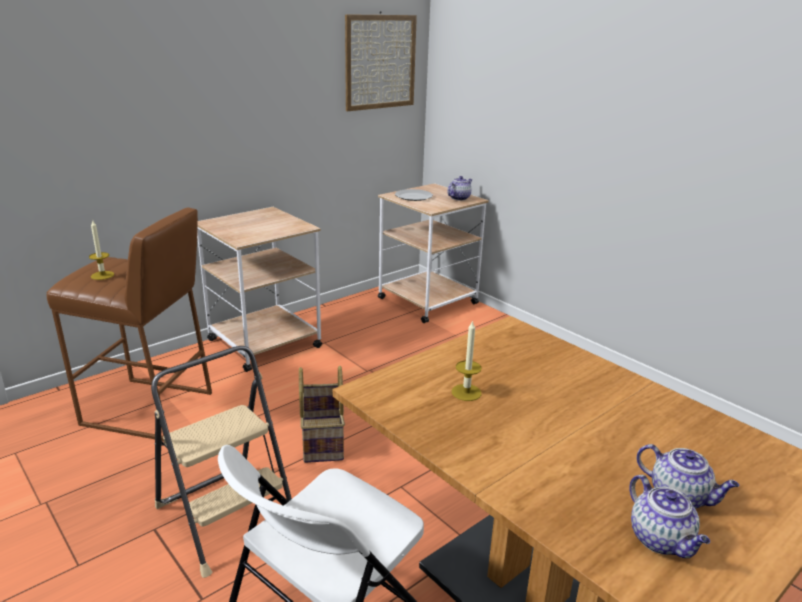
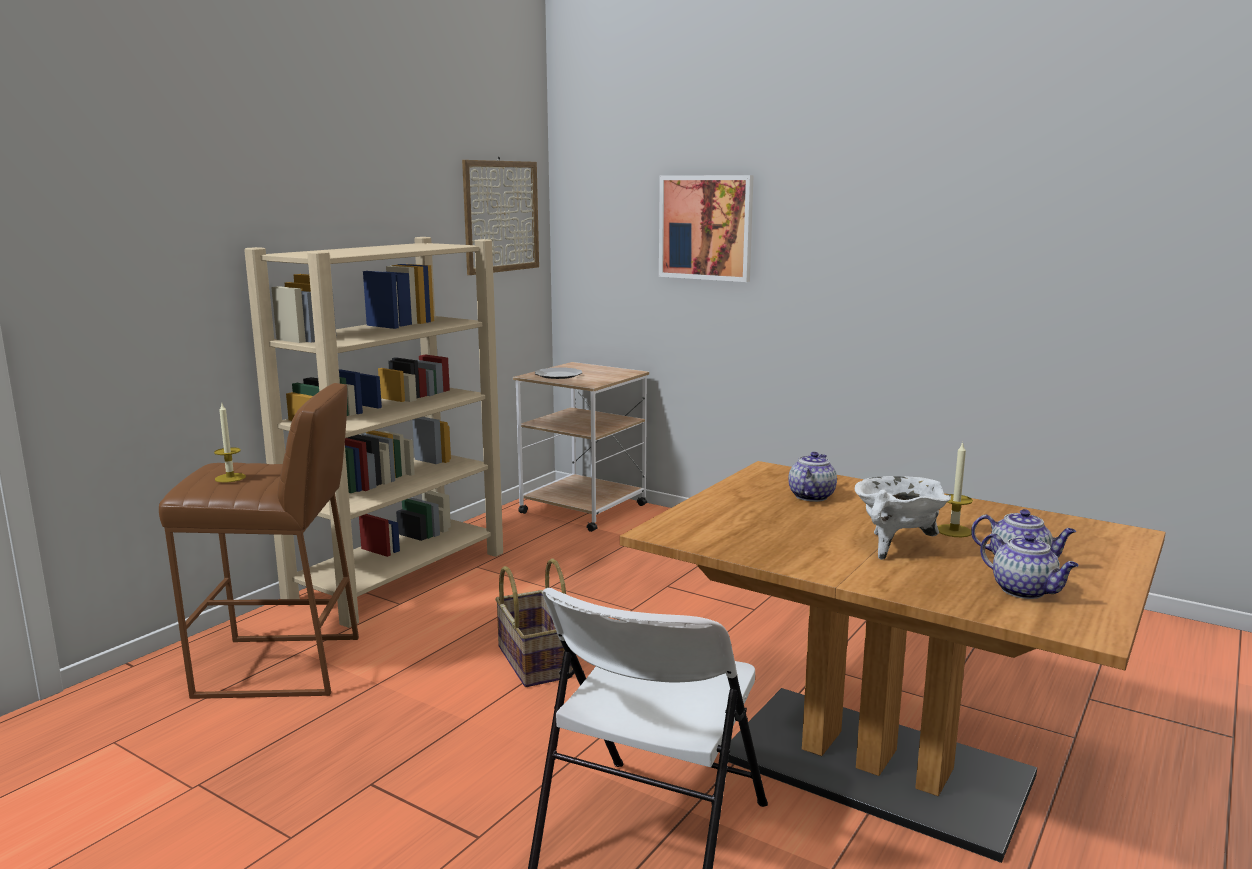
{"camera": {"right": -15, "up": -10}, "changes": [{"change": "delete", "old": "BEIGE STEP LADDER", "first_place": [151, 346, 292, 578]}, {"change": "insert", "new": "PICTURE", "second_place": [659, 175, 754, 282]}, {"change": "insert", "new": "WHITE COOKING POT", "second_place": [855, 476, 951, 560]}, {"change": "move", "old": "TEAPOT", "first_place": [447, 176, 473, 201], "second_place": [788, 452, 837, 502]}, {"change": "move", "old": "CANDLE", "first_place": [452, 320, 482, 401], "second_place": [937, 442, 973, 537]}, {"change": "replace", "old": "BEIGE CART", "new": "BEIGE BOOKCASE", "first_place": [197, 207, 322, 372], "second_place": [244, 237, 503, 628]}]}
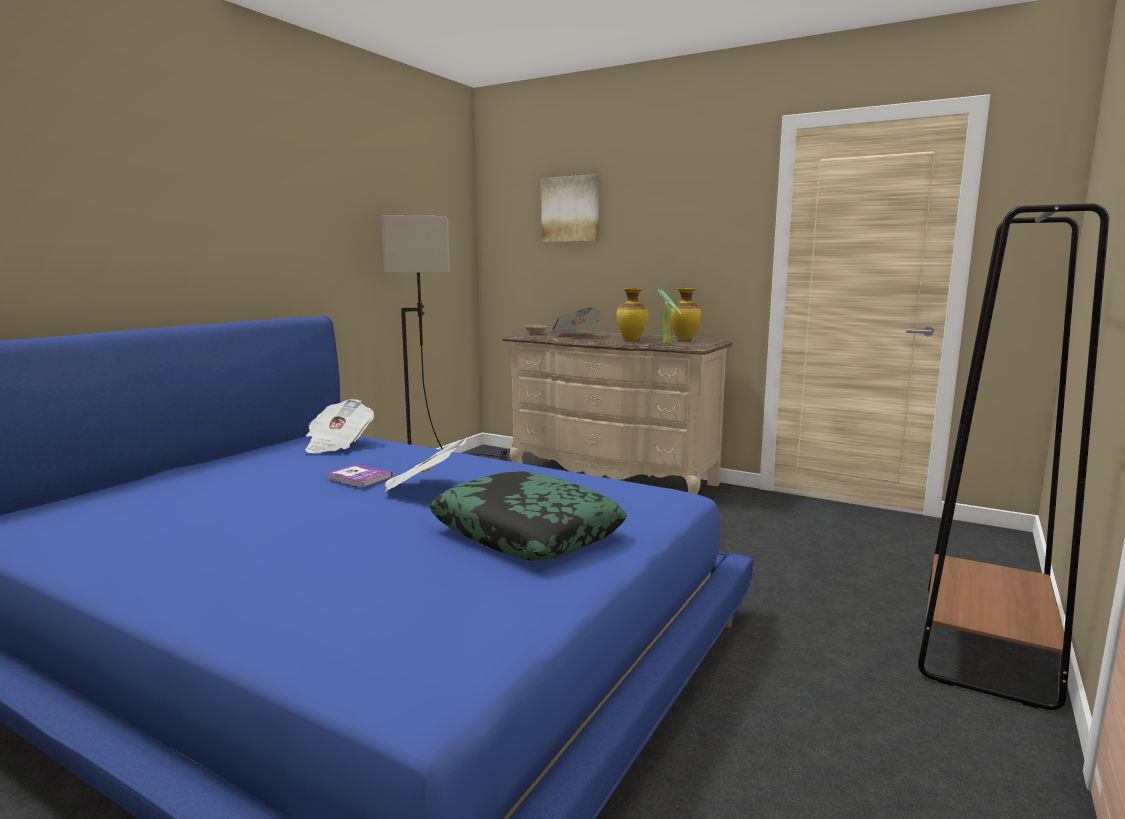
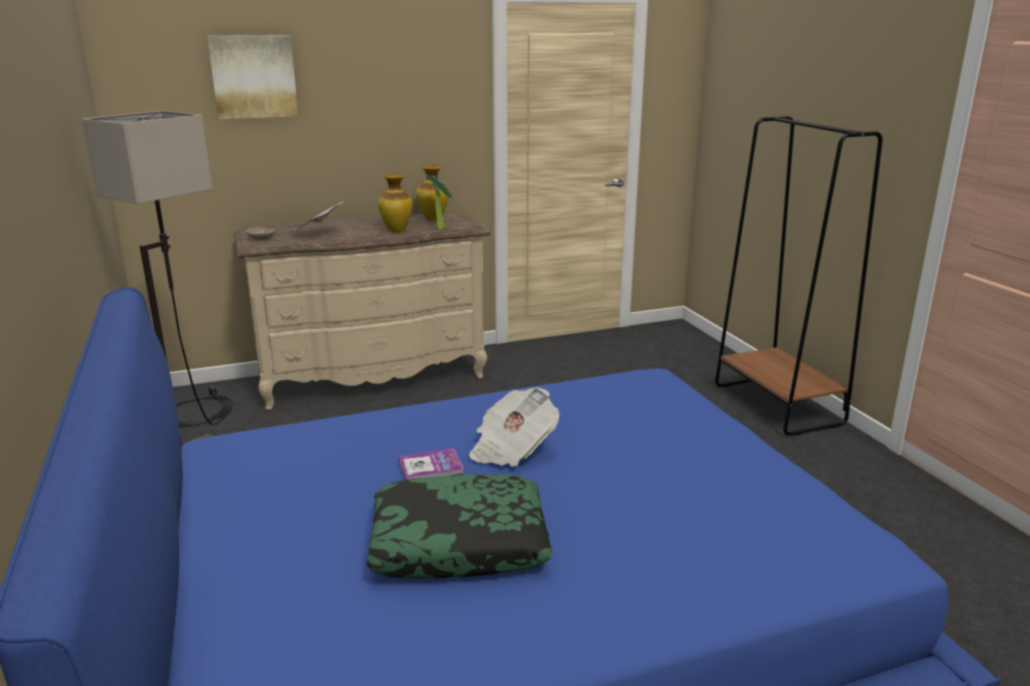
{"camera": {"right": -50, "up": 10}, "changes": [{"change": "delete", "old": "NEWSPAPER", "first_place": [305, 399, 374, 453]}, {"change": "move", "old": "PILLOW", "first_place": [429, 471, 627, 561], "second_place": [366, 474, 553, 578]}]}
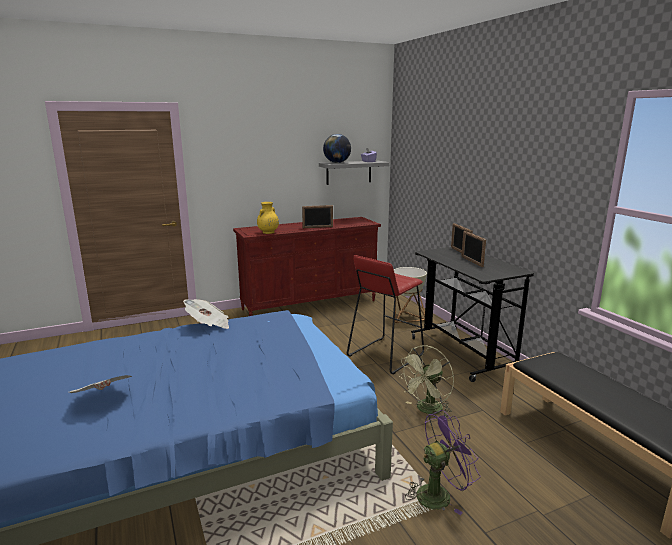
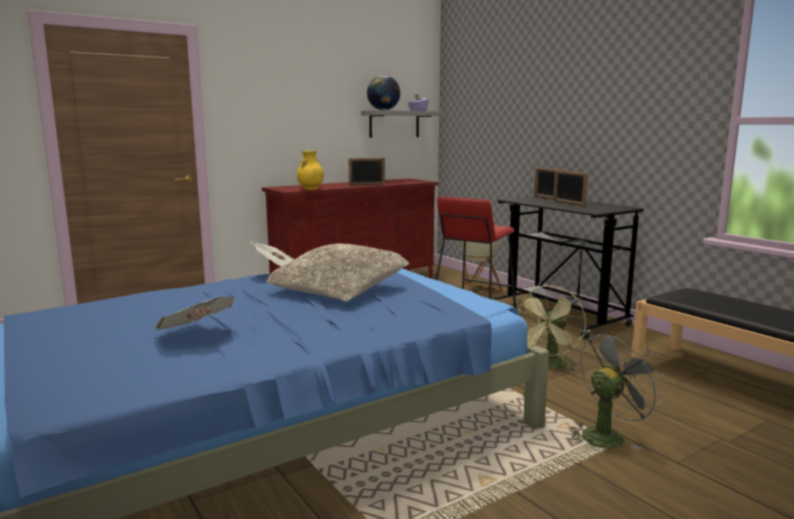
{"camera": {"right": -10, "up": -5}, "changes": [{"change": "insert", "new": "BEIGE PILLOW", "second_place": [267, 243, 409, 302]}, {"change": "recolor", "old": "PURPLE FAN", "new": "GREY FAN", "first_place": [405, 410, 481, 515], "second_place": [569, 332, 664, 450]}]}
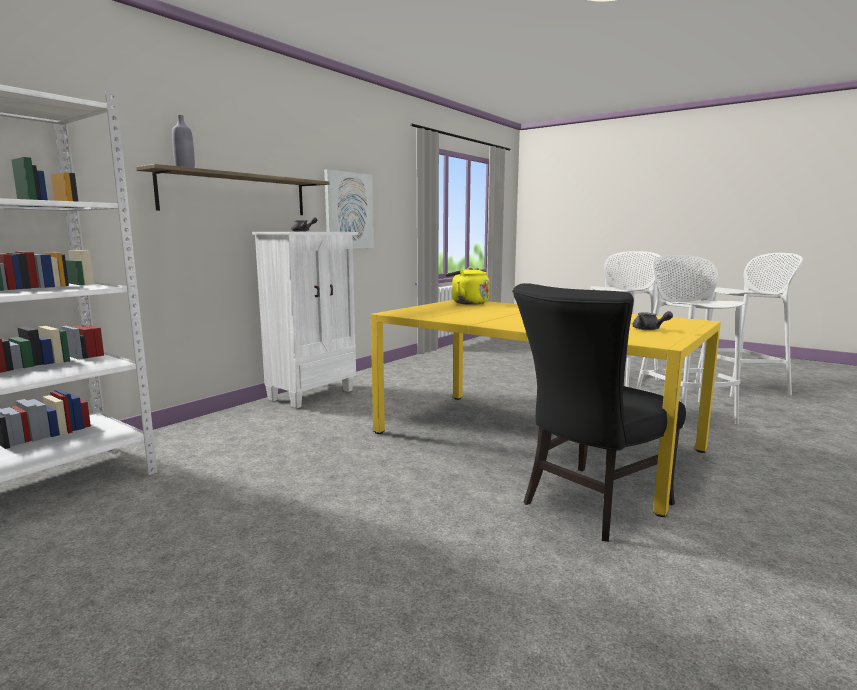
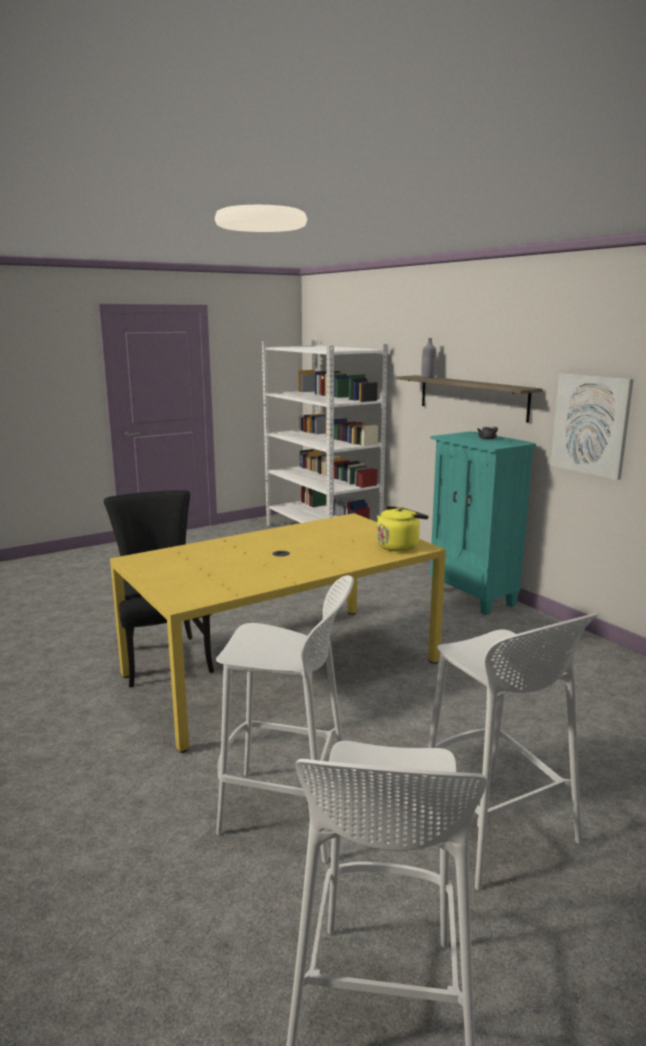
{"camera": {"right": 110, "up": 5}, "changes": [{"change": "delete", "old": "GREY TEAPOT", "first_place": [633, 311, 673, 330]}, {"change": "recolor", "old": "WHITE CABINET", "new": "TURQUOISE CABINET", "first_place": [252, 232, 358, 408], "second_place": [430, 431, 536, 615]}]}
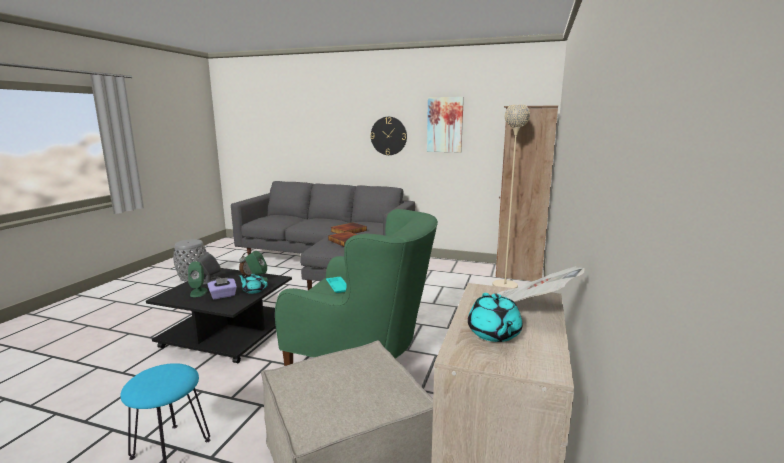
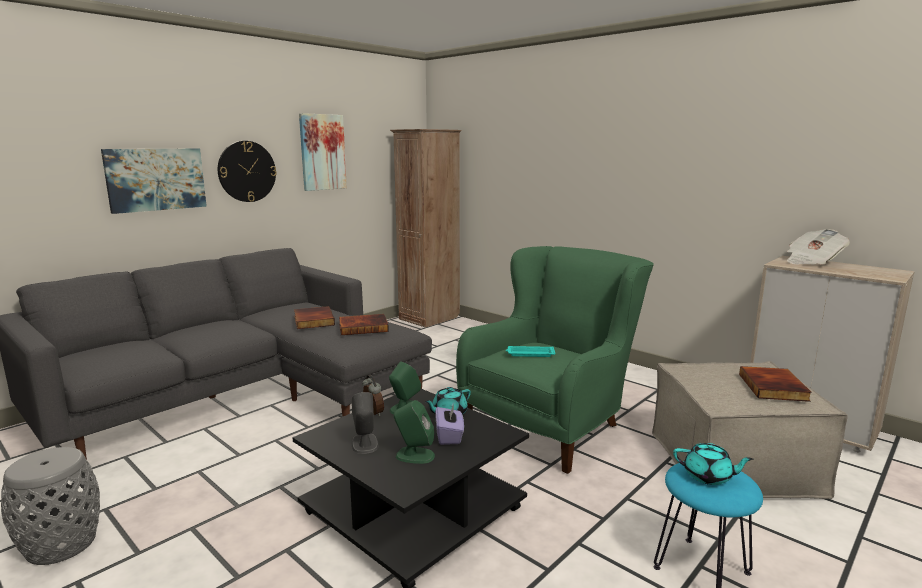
{"camera": {"right": -65, "up": 0}, "changes": [{"change": "delete", "old": "BEIGE FLOOR LAMP", "first_place": [492, 105, 530, 288]}, {"change": "insert", "new": "PICTURE", "second_place": [101, 148, 207, 214]}, {"change": "insert", "new": "BOOK", "second_place": [739, 366, 812, 402]}, {"change": "move", "old": "TURQUOISE TEAPOT", "first_place": [468, 293, 522, 342], "second_place": [673, 443, 753, 485]}]}
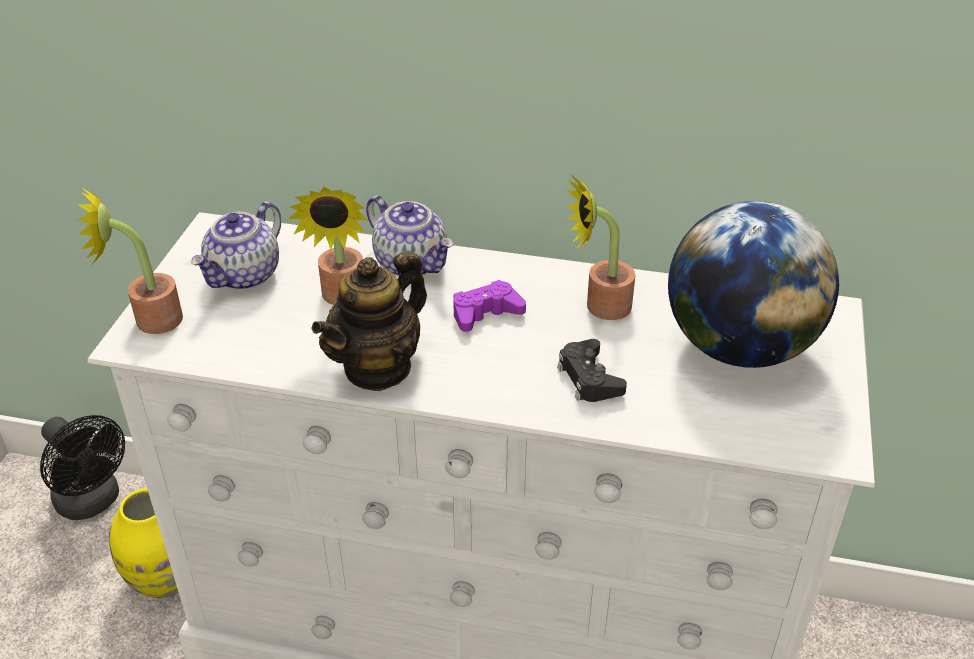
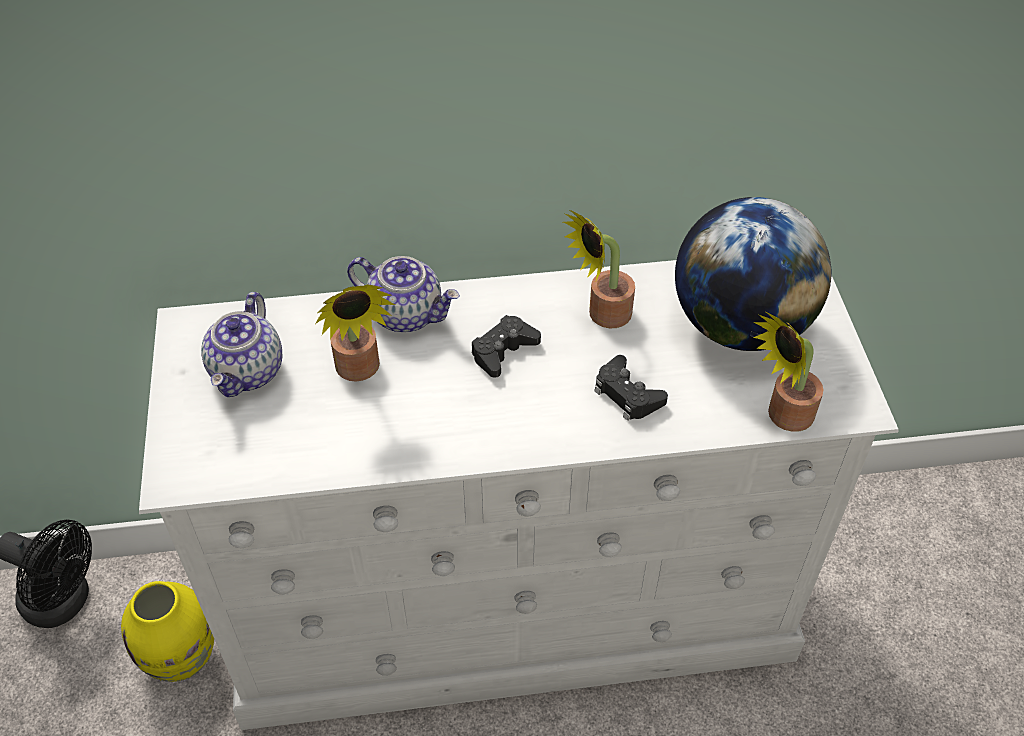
{"camera": {"right": -20, "up": 10}, "changes": [{"change": "delete", "old": "TEAPOT", "first_place": [311, 250, 427, 391]}, {"change": "move", "old": "POTTED PLANT", "first_place": [77, 189, 183, 334], "second_place": [753, 311, 824, 432]}, {"change": "recolor", "old": "PURPLE GAME CONTROLLER", "new": "BLACK GAME CONTROLLER", "first_place": [453, 280, 526, 332], "second_place": [472, 315, 541, 378]}]}
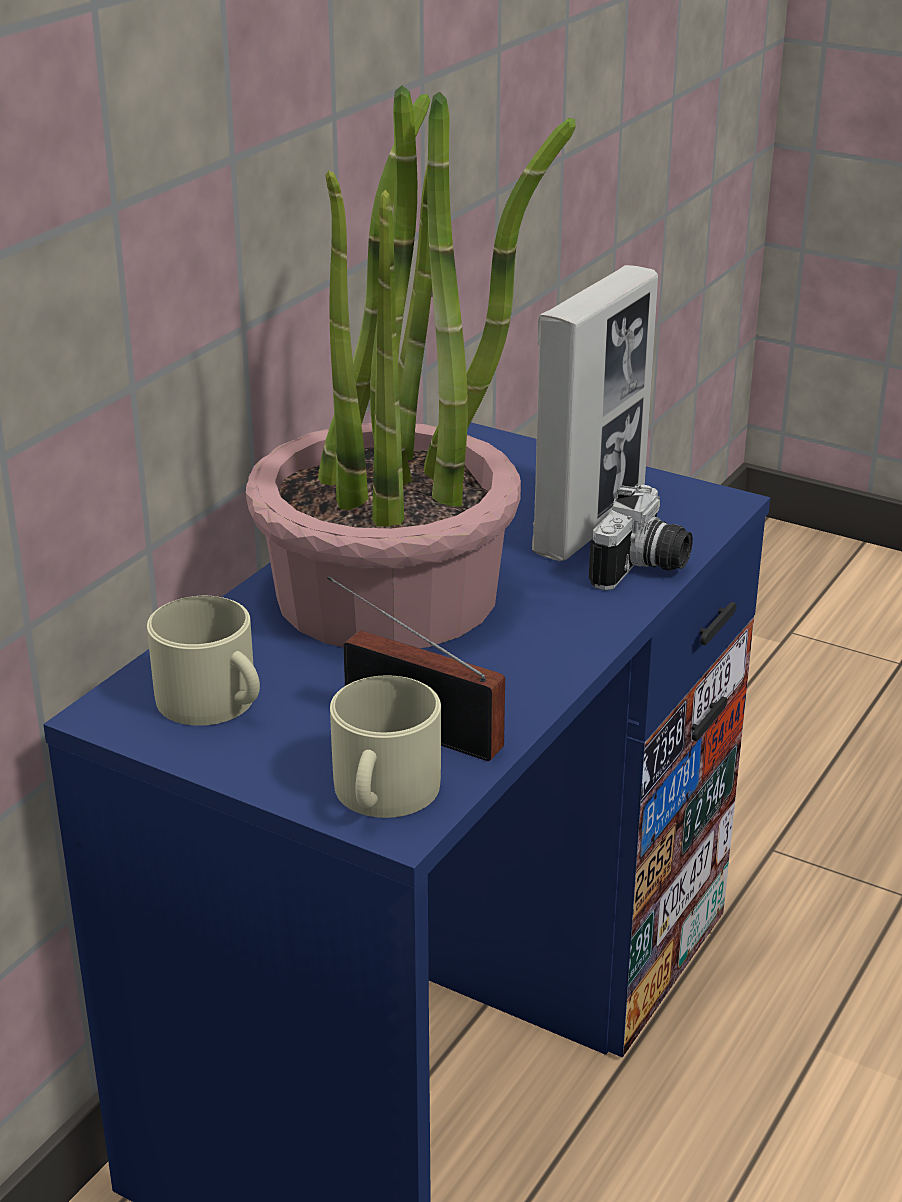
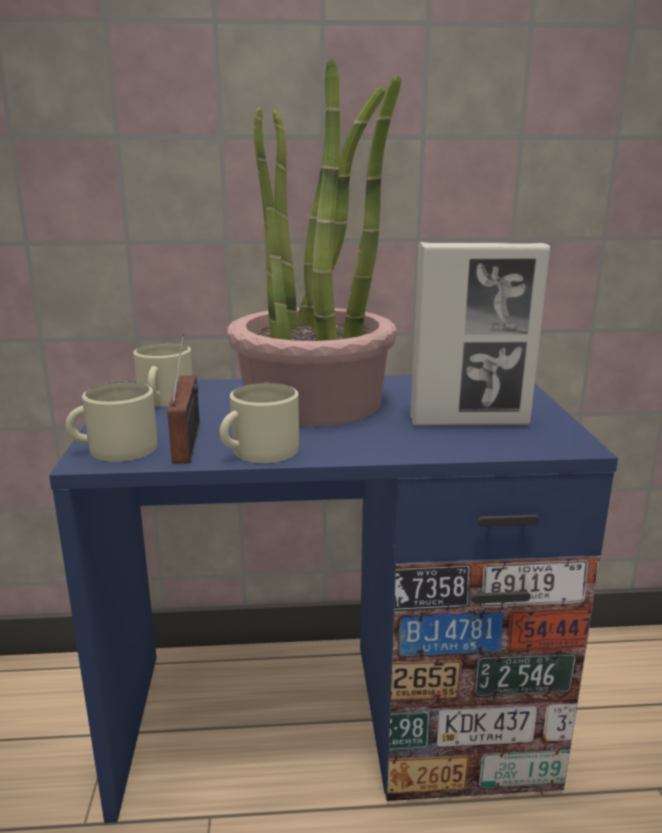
{"camera": {"right": 55, "up": -10}, "changes": [{"change": "delete", "old": "PHOTO CAMERA", "first_place": [589, 485, 693, 590]}, {"change": "insert", "new": "BEIGE MUG", "second_place": [219, 383, 299, 463]}]}
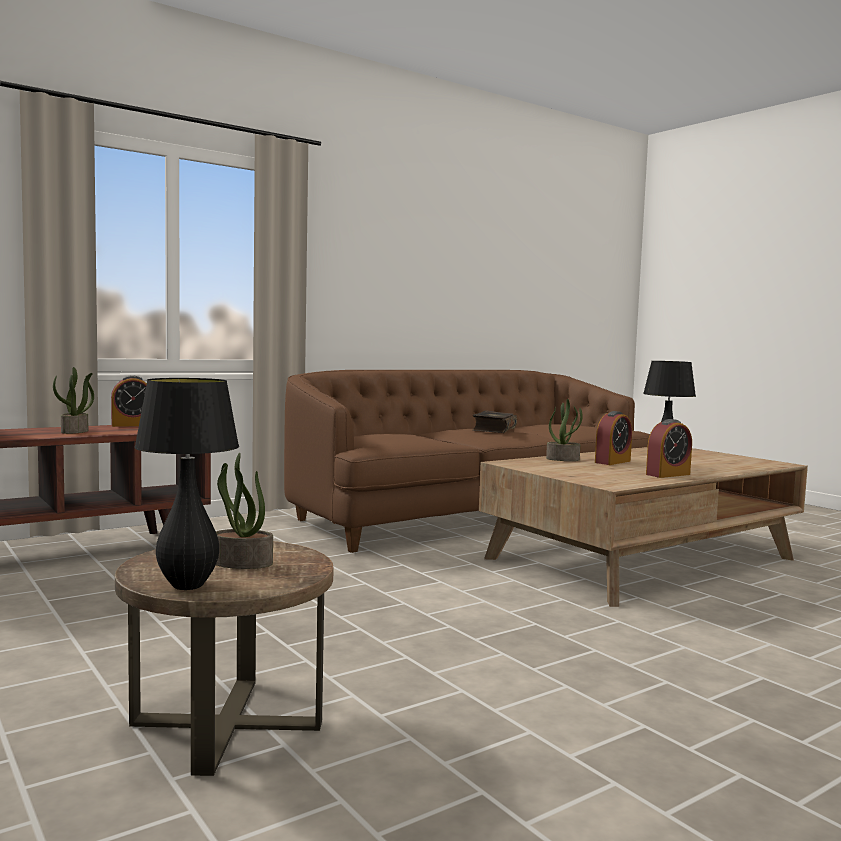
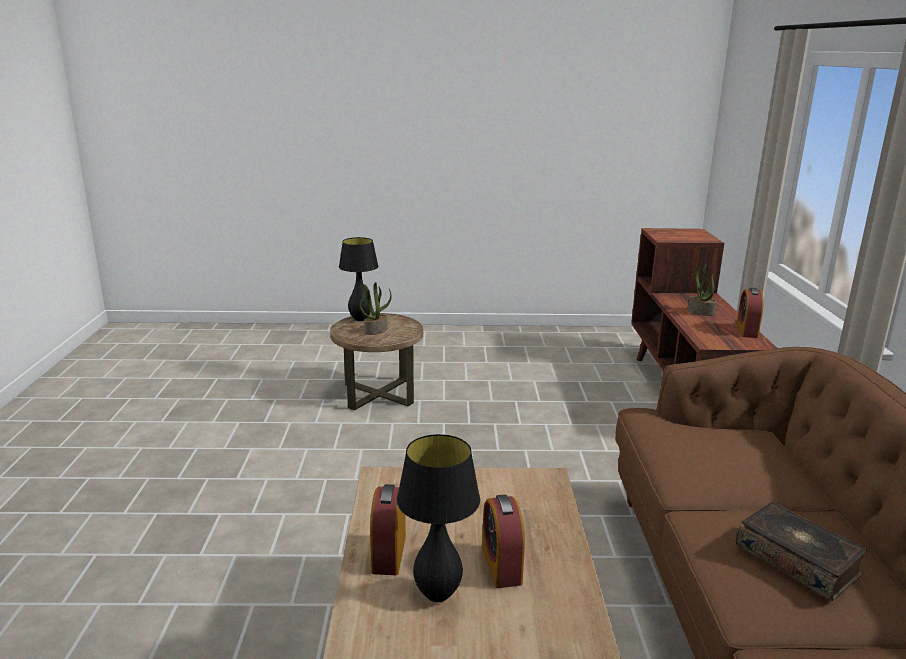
{"camera": {"right": 125, "up": 15}, "changes": [{"change": "delete", "old": "POTTED PLANT", "first_place": [546, 399, 583, 461]}]}
